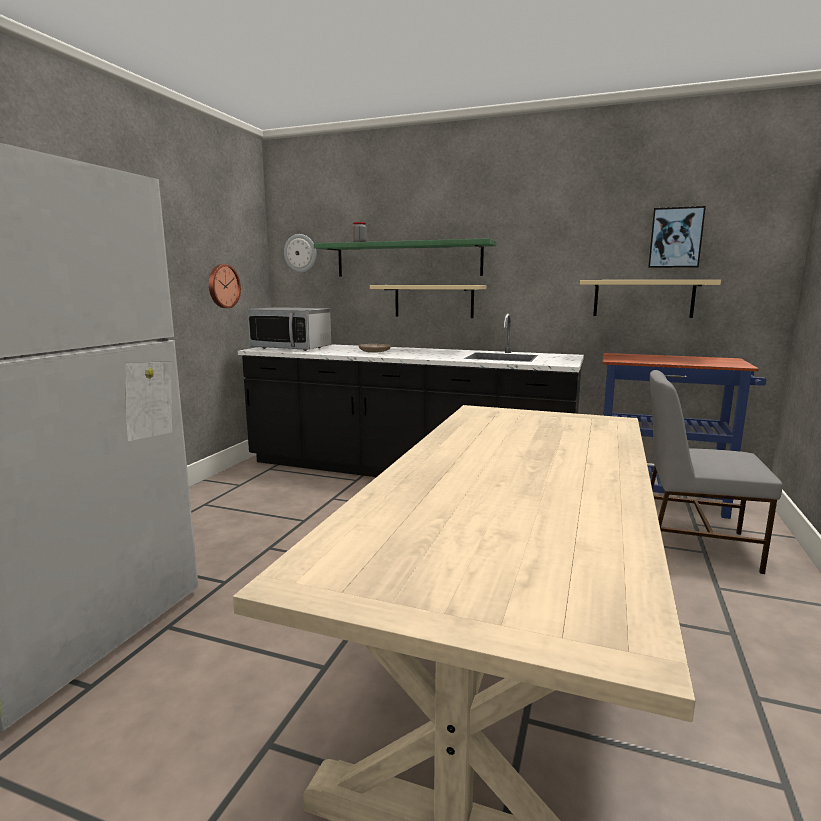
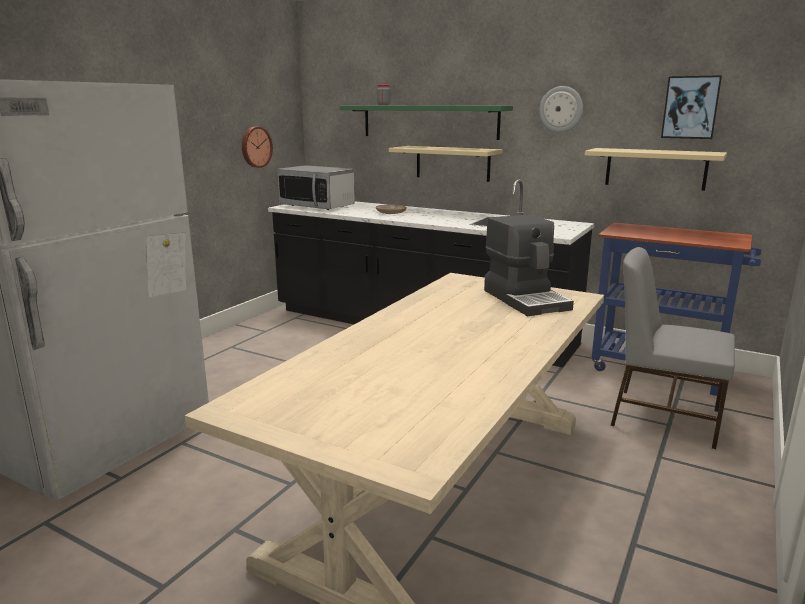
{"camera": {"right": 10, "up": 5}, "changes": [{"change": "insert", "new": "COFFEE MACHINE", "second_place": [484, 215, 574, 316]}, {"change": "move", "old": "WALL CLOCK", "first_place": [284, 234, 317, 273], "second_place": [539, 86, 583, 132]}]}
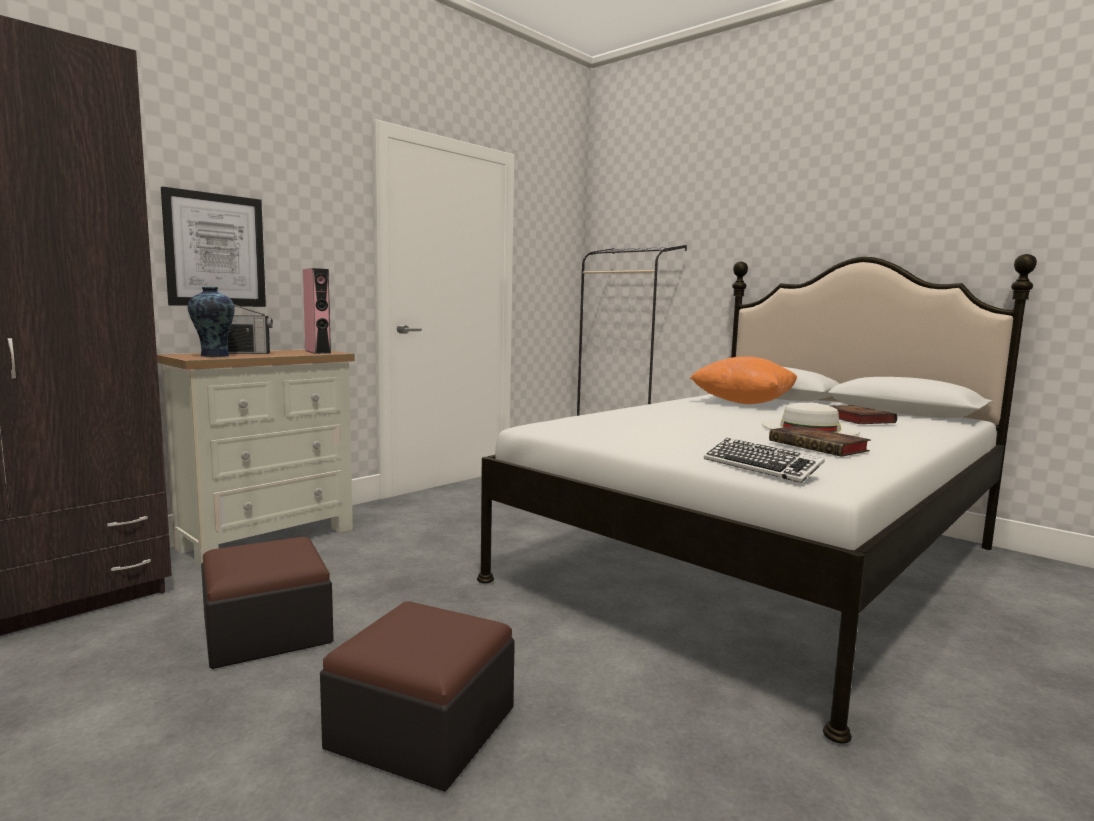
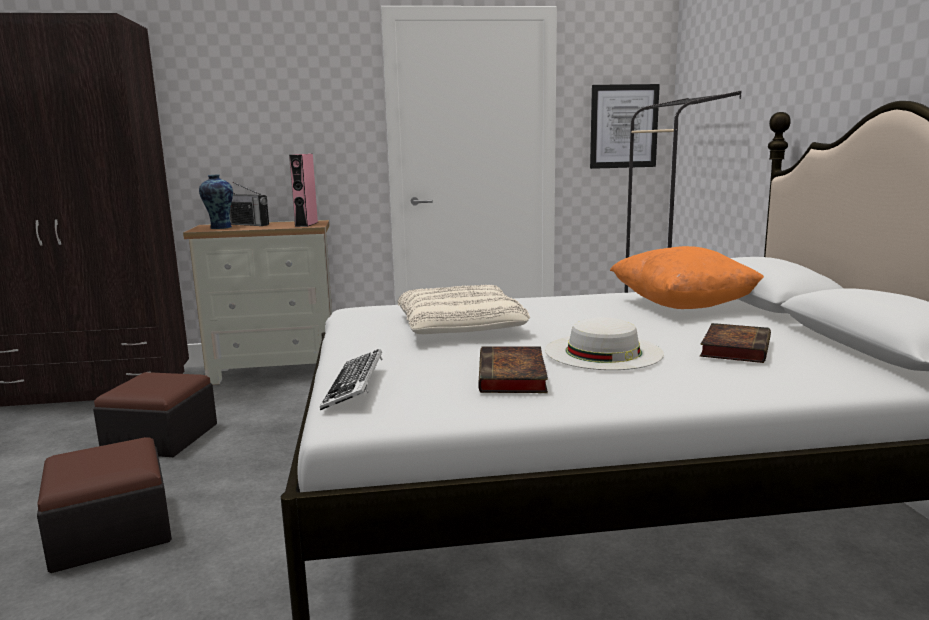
{"camera": {"right": 40, "up": 5}, "changes": [{"change": "insert", "new": "BEIGE PILLOW", "second_place": [397, 285, 530, 334]}, {"change": "move", "old": "PICTURE", "first_place": [161, 186, 266, 307], "second_place": [590, 84, 660, 169]}]}
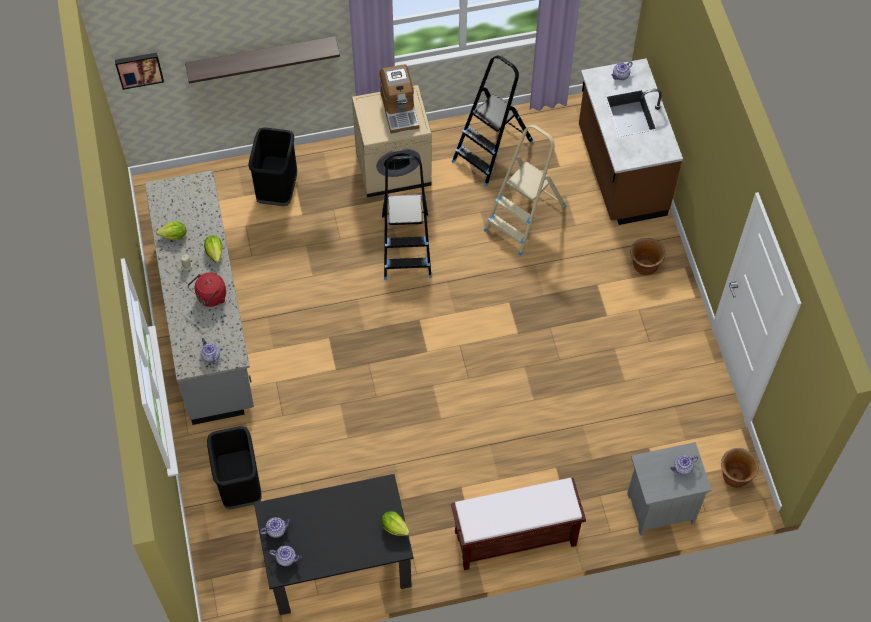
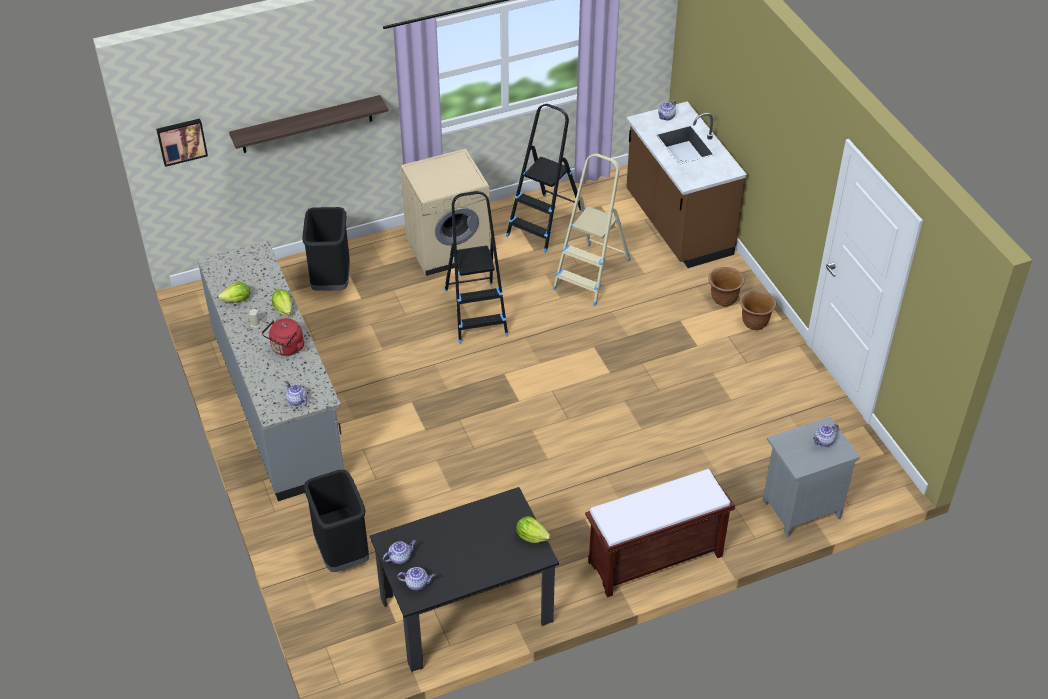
{"camera": {"right": -10, "up": -15}, "changes": [{"change": "delete", "old": "COFFEE MACHINE", "first_place": [380, 64, 419, 134]}, {"change": "move", "old": "BROWN PLANTER", "first_place": [721, 448, 759, 488], "second_place": [740, 289, 776, 330]}]}
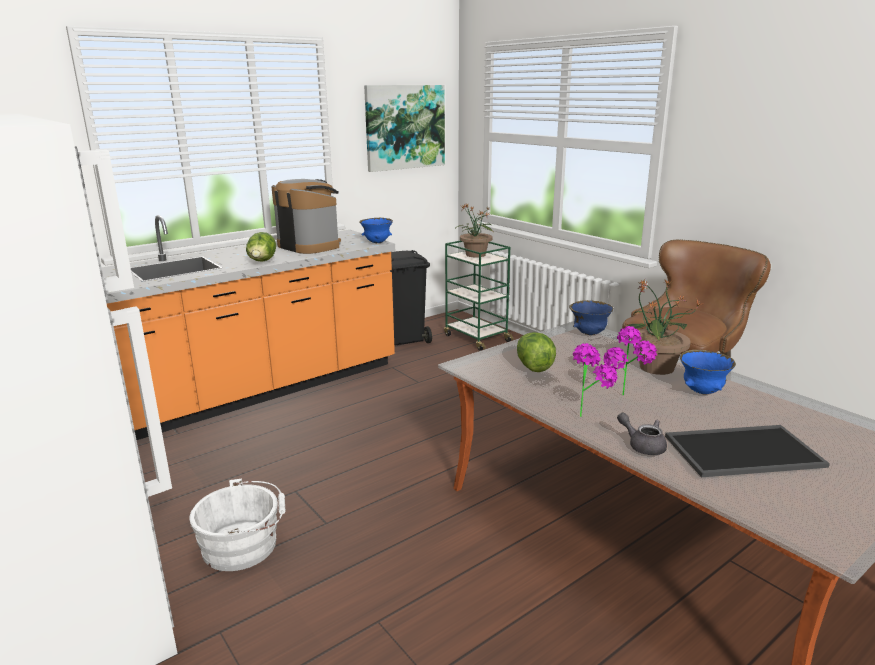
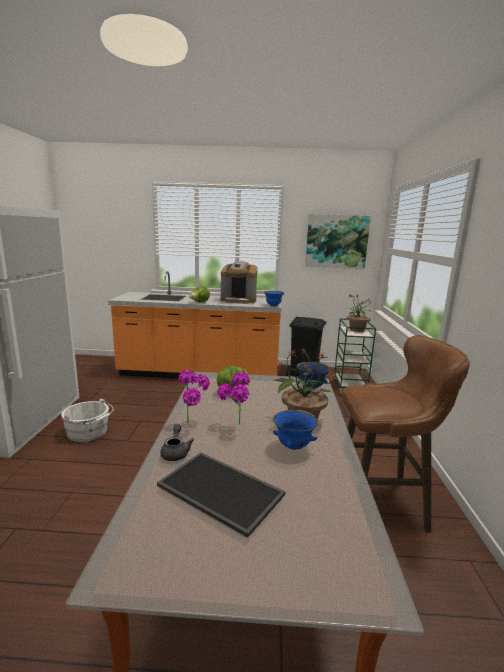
{"camera": {"right": 40, "up": -5}, "changes": [{"change": "rotate", "old": "COFFEE MACHINE", "first_place": [271, 179, 341, 254], "second_place": [220, 261, 258, 304], "degrees": 105}]}
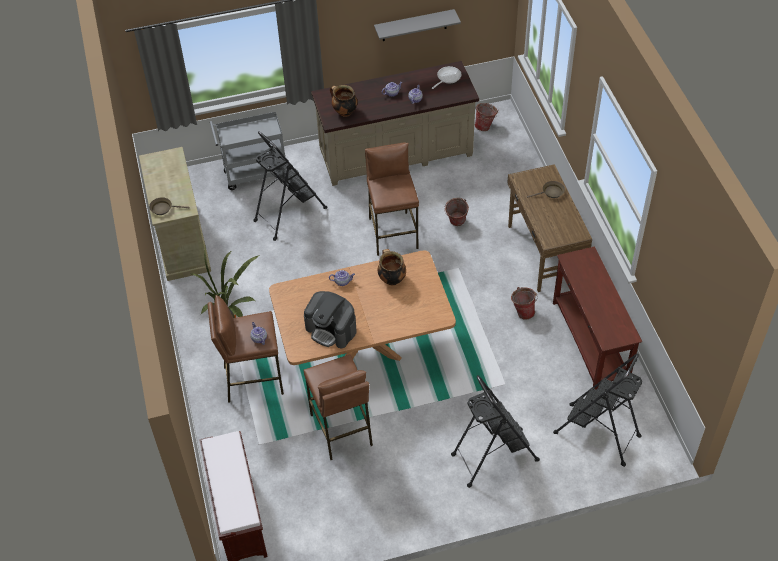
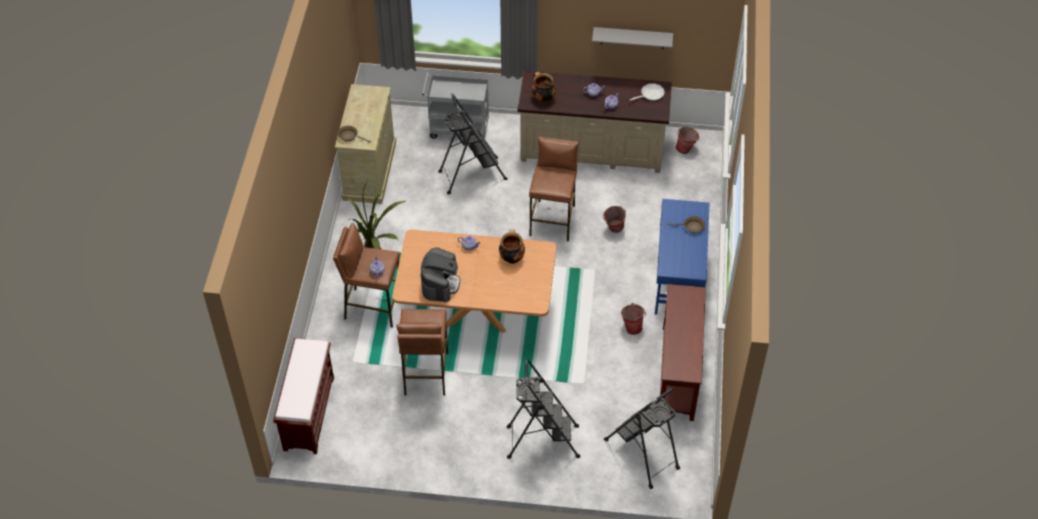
{"camera": {"right": 20, "up": 0}, "changes": [{"change": "recolor", "old": "BROWN CONSOLE TABLE", "new": "BLUE CONSOLE TABLE", "first_place": [507, 164, 592, 292], "second_place": [655, 199, 710, 315]}, {"change": "rotate", "old": "COFFEE MACHINE", "first_place": [304, 291, 357, 348], "second_place": [421, 247, 460, 302], "degrees": -135}]}
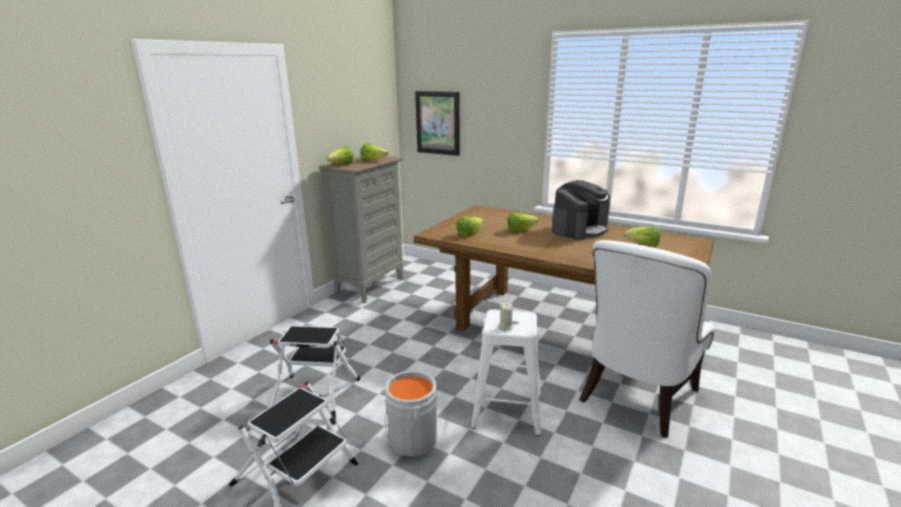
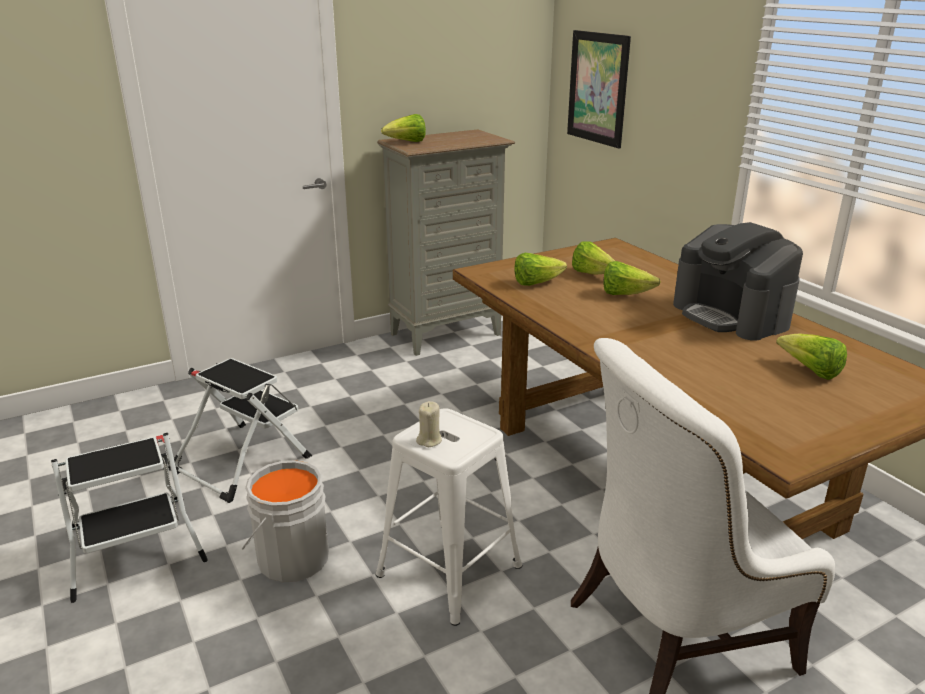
{"camera": {"right": 30, "up": 5}, "changes": [{"change": "move", "old": "LETTUCE", "first_place": [361, 143, 389, 161], "second_place": [572, 242, 615, 274]}, {"change": "rotate", "old": "COFFEE MACHINE", "first_place": [552, 180, 610, 240], "second_place": [673, 222, 803, 341], "degrees": 75}]}
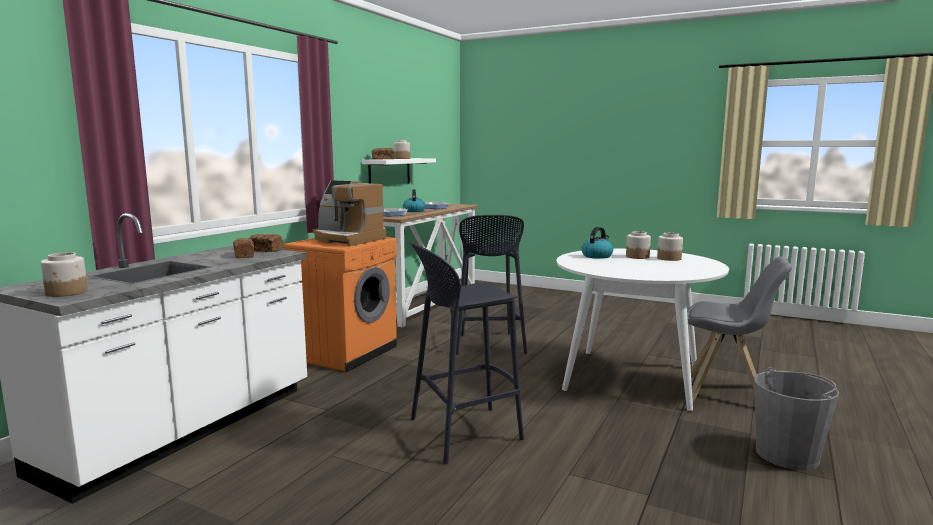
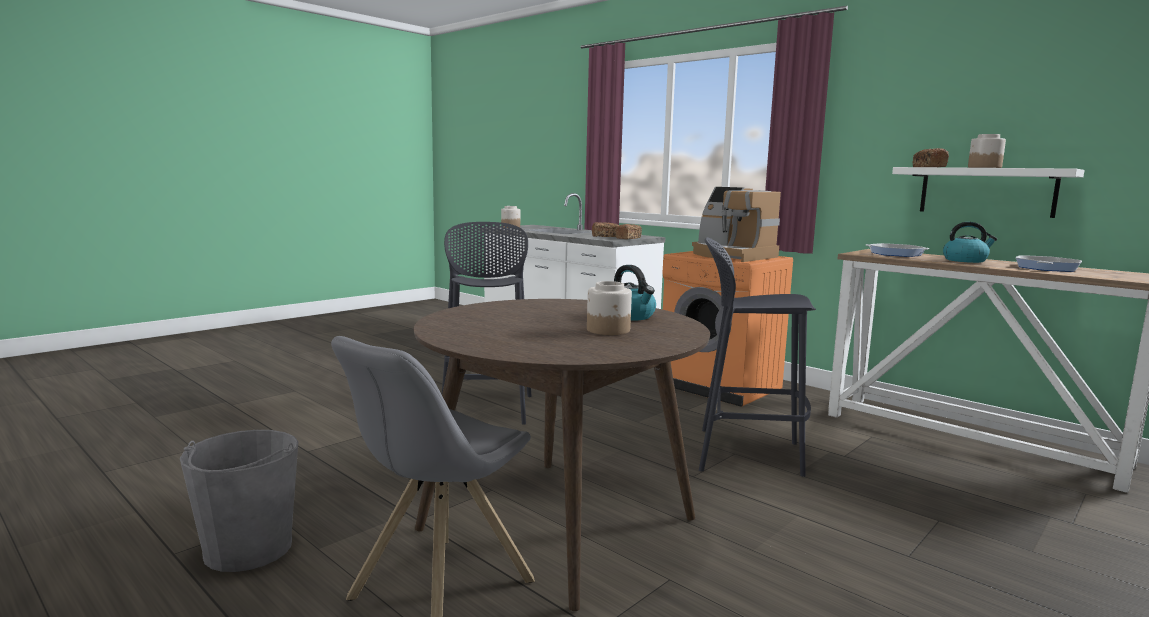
{"camera": {"right": 105, "up": 0}, "changes": [{"change": "delete", "old": "JAR", "first_place": [657, 233, 683, 261]}, {"change": "recolor", "old": "WHITE DINING TABLE", "new": "BROWN DINING TABLE", "first_place": [556, 249, 729, 411], "second_place": [413, 299, 710, 611]}, {"change": "rotate", "old": "COFFEE MACHINE", "first_place": [313, 180, 386, 246], "second_place": [692, 187, 781, 262], "degrees": -90}]}
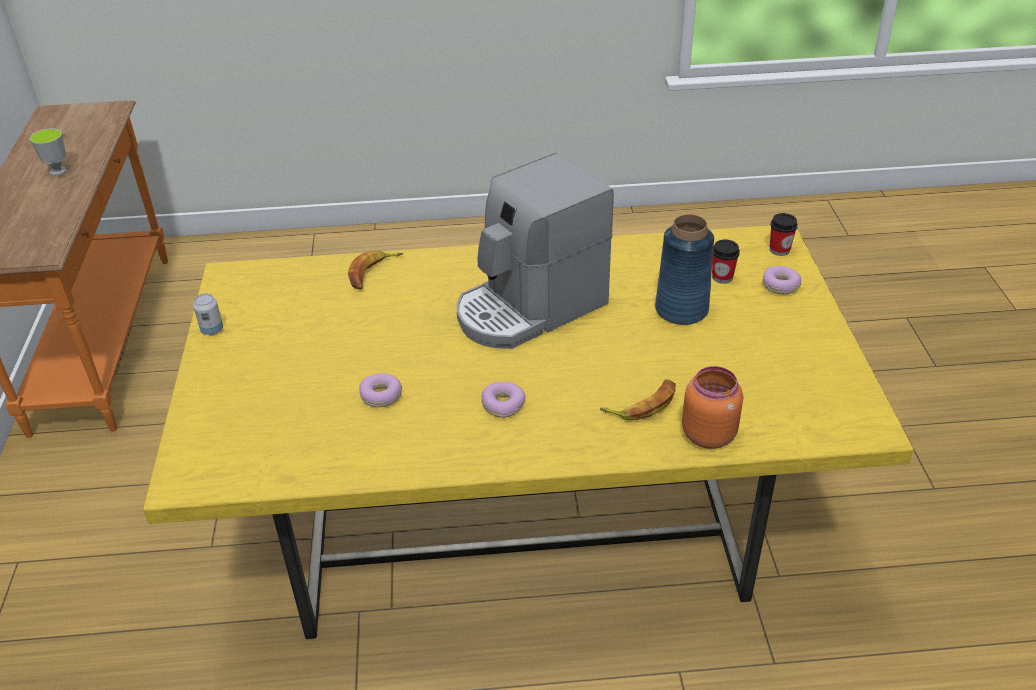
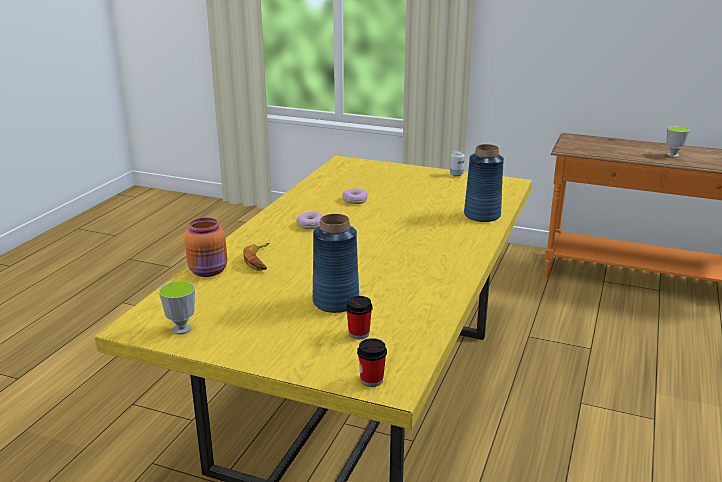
{"camera": {"right": 115, "up": -15}, "changes": [{"change": "delete", "old": "COFFEE MACHINE", "first_place": [457, 153, 614, 349]}, {"change": "delete", "old": "DONUT", "first_place": [762, 266, 801, 294]}, {"change": "insert", "new": "CUP", "second_place": [159, 281, 195, 334]}, {"change": "replace", "old": "BANANA", "new": "BLUE VASE", "first_place": [348, 250, 403, 290], "second_place": [464, 144, 504, 222]}]}
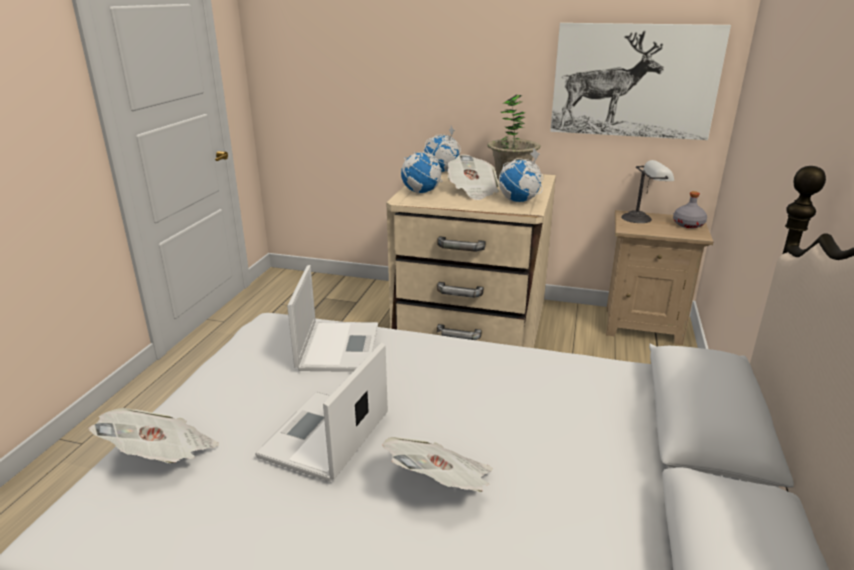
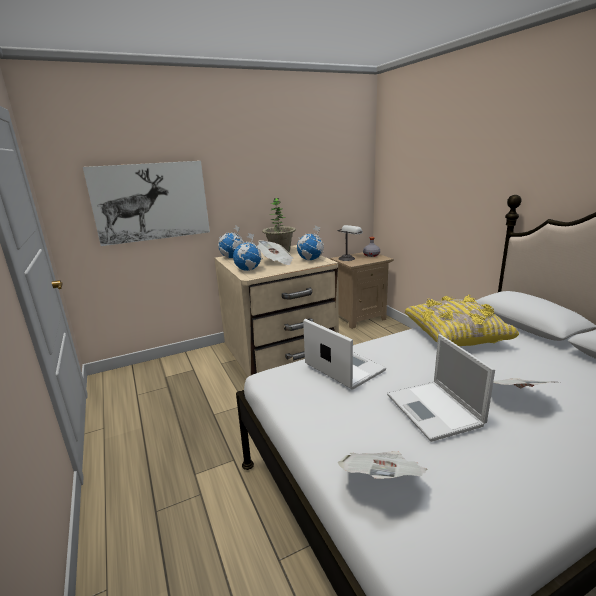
{"camera": {"right": -40, "up": -5}, "changes": [{"change": "insert", "new": "YELLOW PILLOW", "second_place": [405, 294, 519, 346]}, {"change": "move", "old": "PICTURE", "first_place": [550, 23, 731, 140], "second_place": [83, 161, 210, 246]}]}
